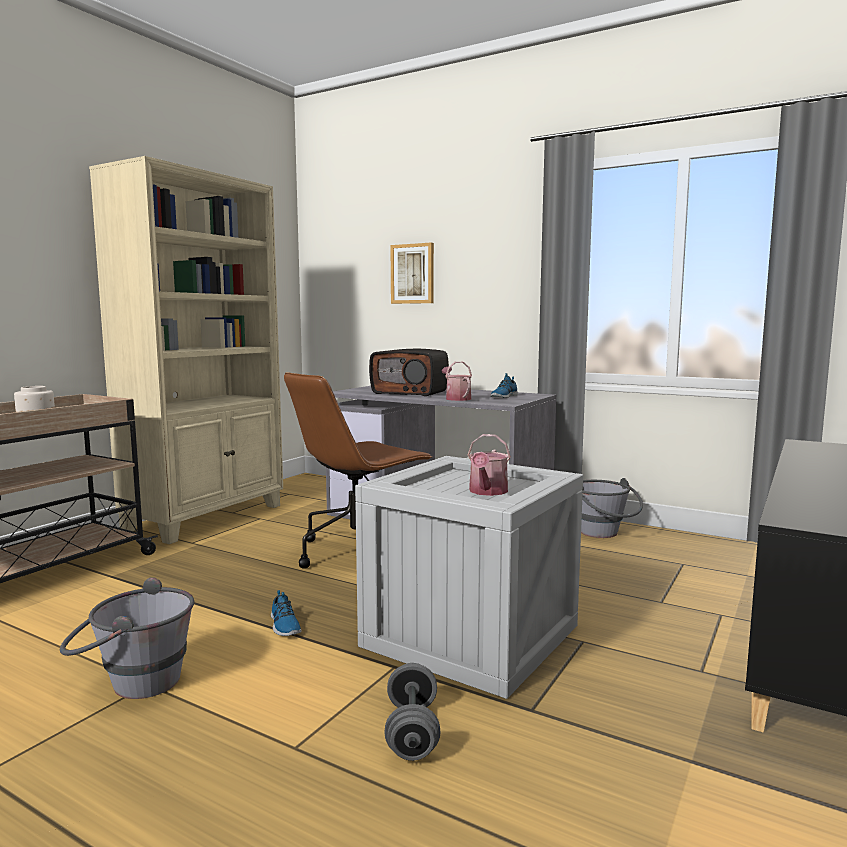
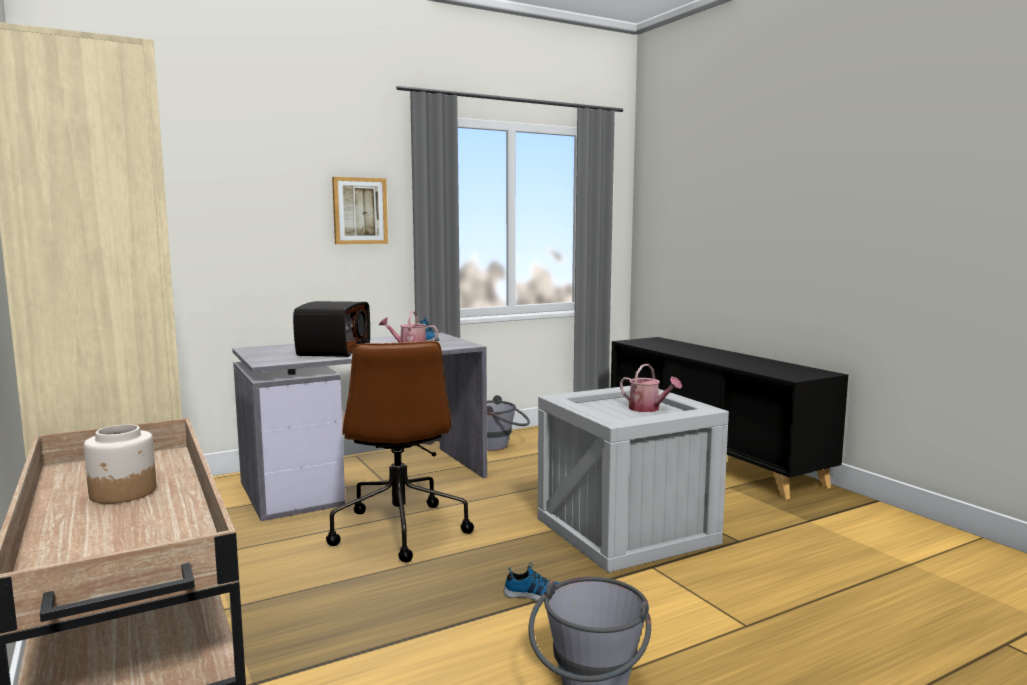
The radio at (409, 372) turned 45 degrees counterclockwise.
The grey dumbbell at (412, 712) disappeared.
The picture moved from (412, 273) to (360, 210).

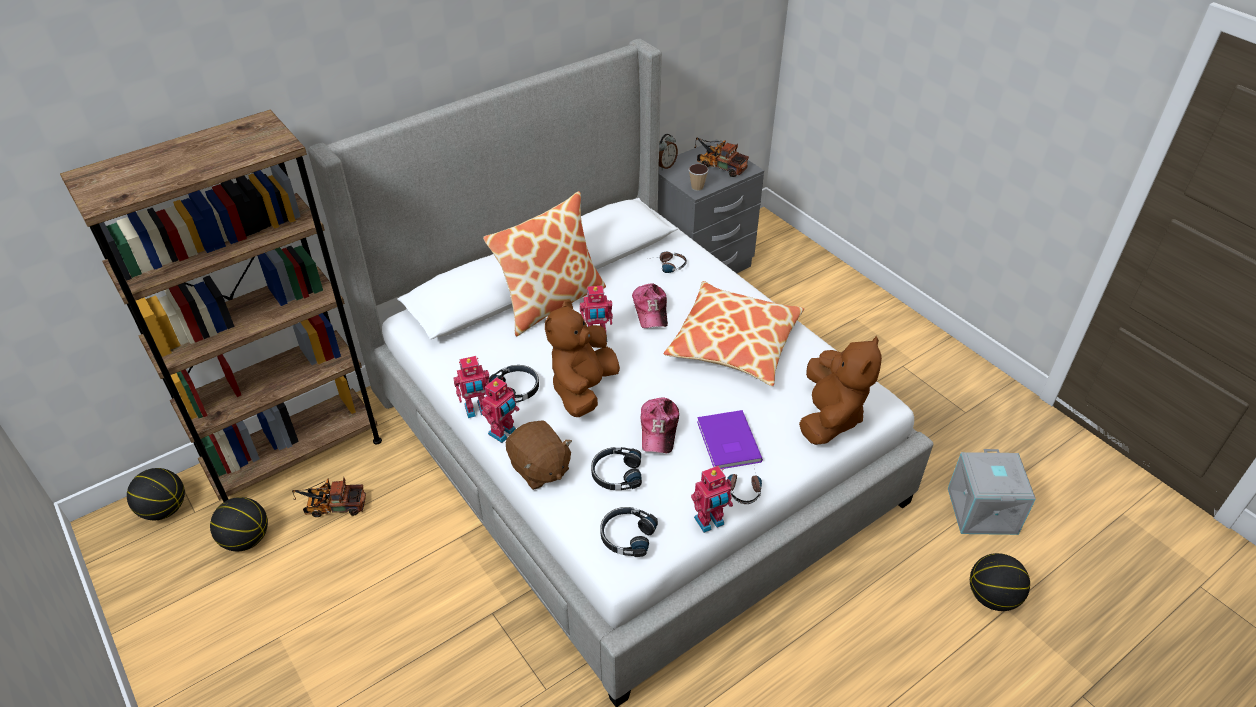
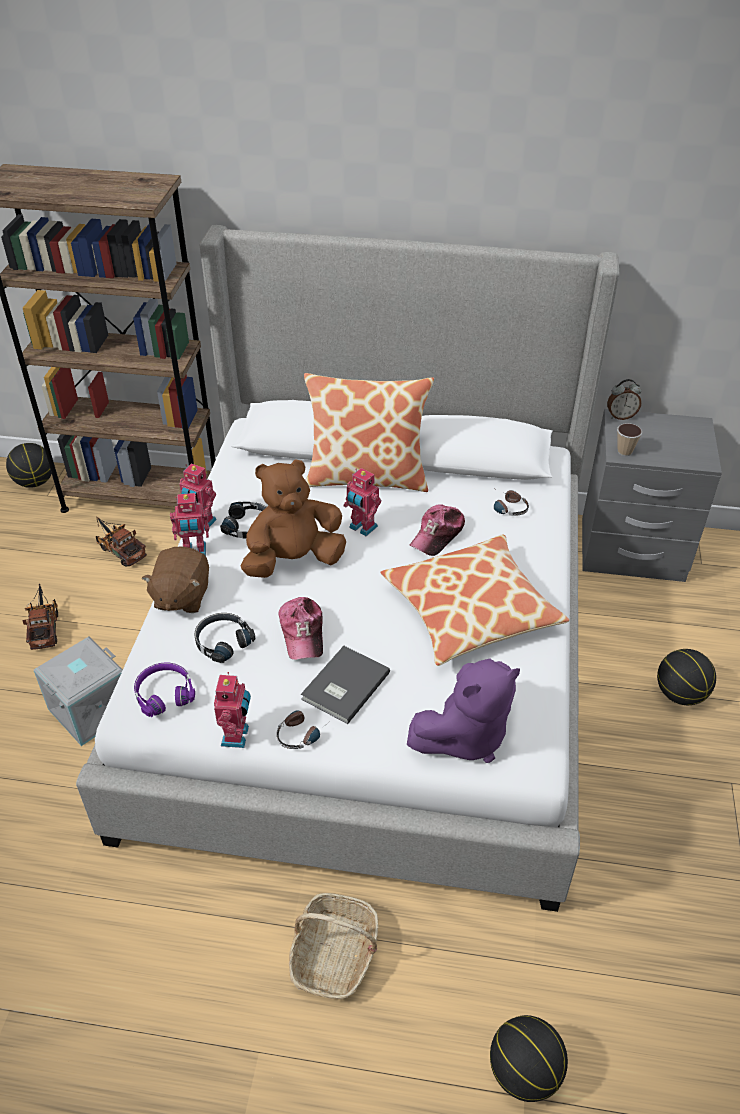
The basketball moved from (239, 524) to (686, 677).
The black headphones at (629, 532) became the purple headphones at (164, 689).
The cap at (660, 425) turned 60 degrees counterclockwise.
The toy robot at (712, 499) turned 105 degrees counterclockwise.
The toy truck moved from (721, 157) to (40, 617).
The purple book at (730, 439) became the grey book at (345, 685).
The brown plush toy at (840, 390) became the purple plush toy at (463, 711).
The grey storage box moved from (992, 492) to (78, 691).
The basket at (333, 946) appeared.

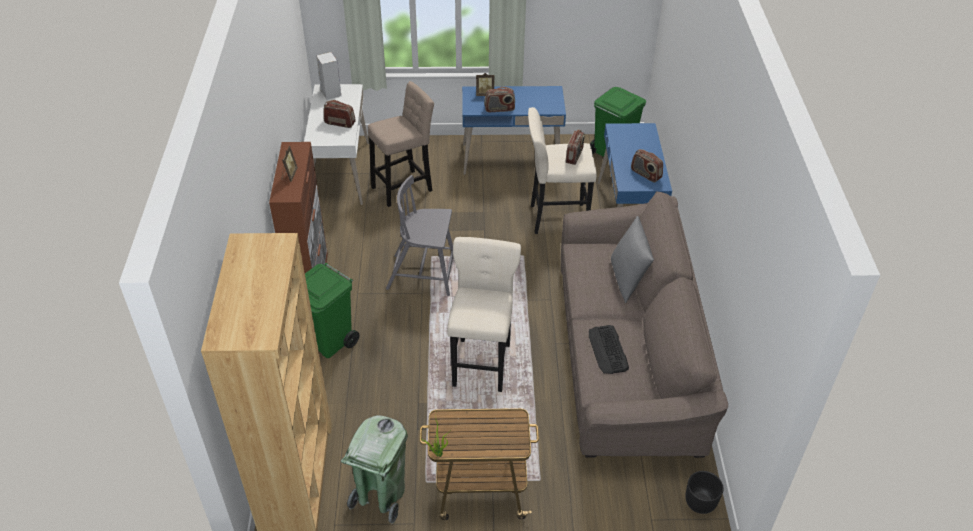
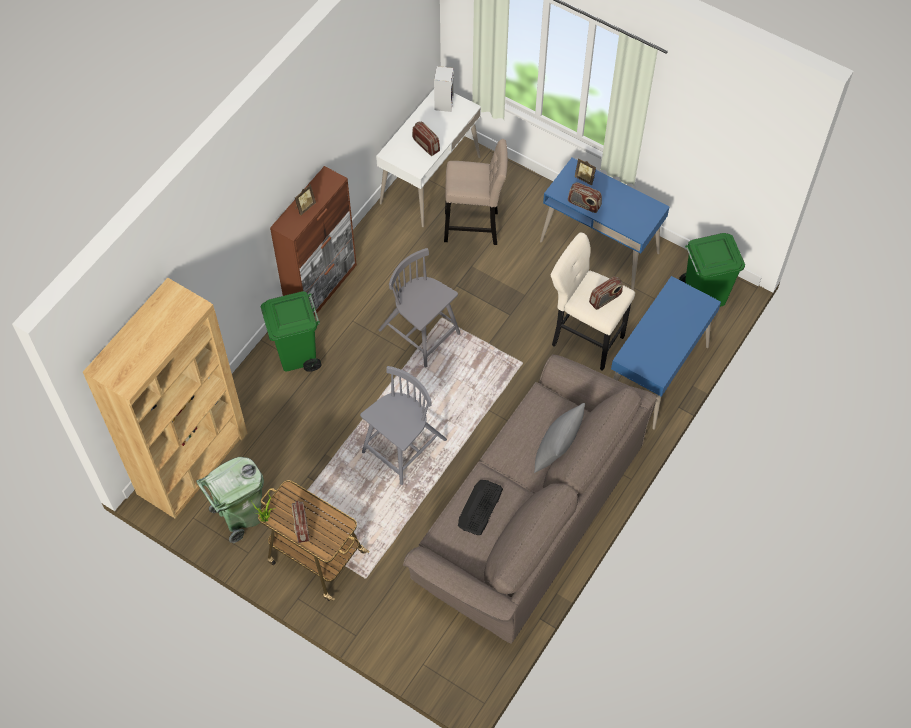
The beige stool at (484, 314) was replaced by the grey chair at (403, 425).
The radio moved from (647, 166) to (301, 522).
The black planter at (704, 492) disappeared.

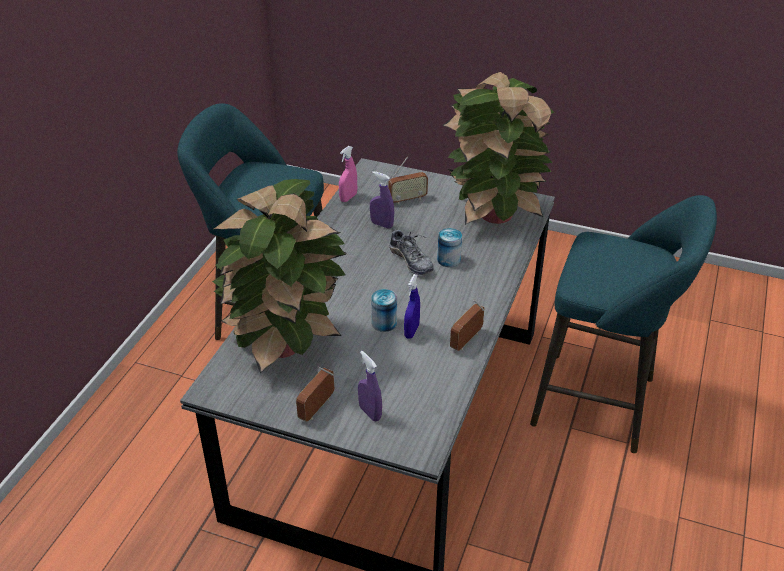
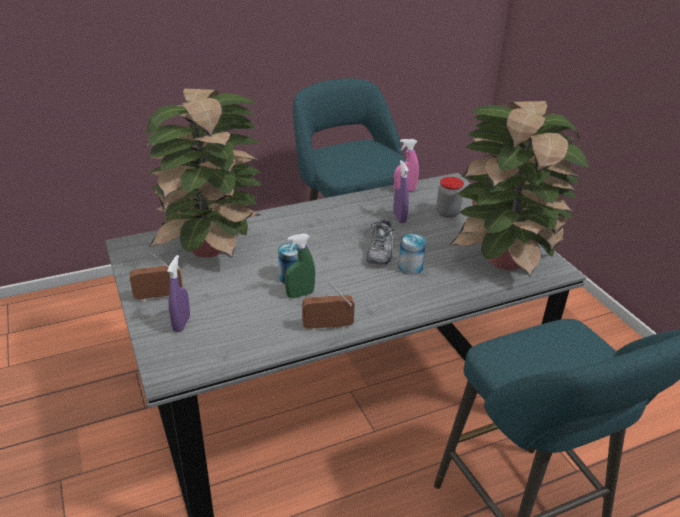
The radio at (408, 180) was replaced by the jar at (450, 197).
The blue spray bottle at (412, 306) became the green spray bottle at (300, 265).

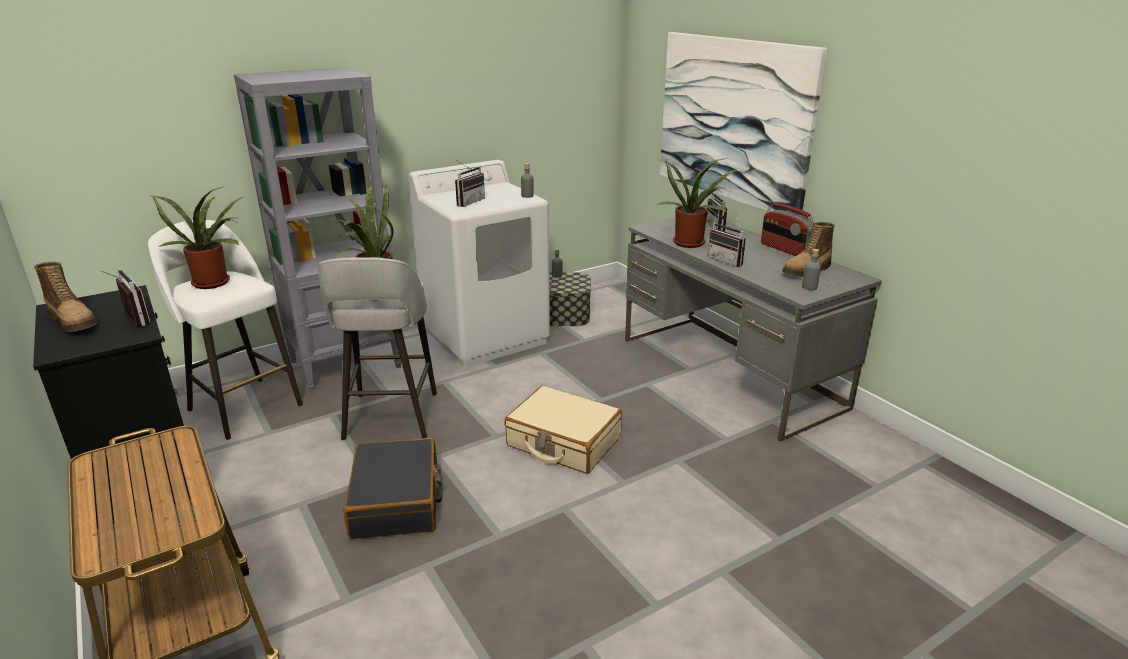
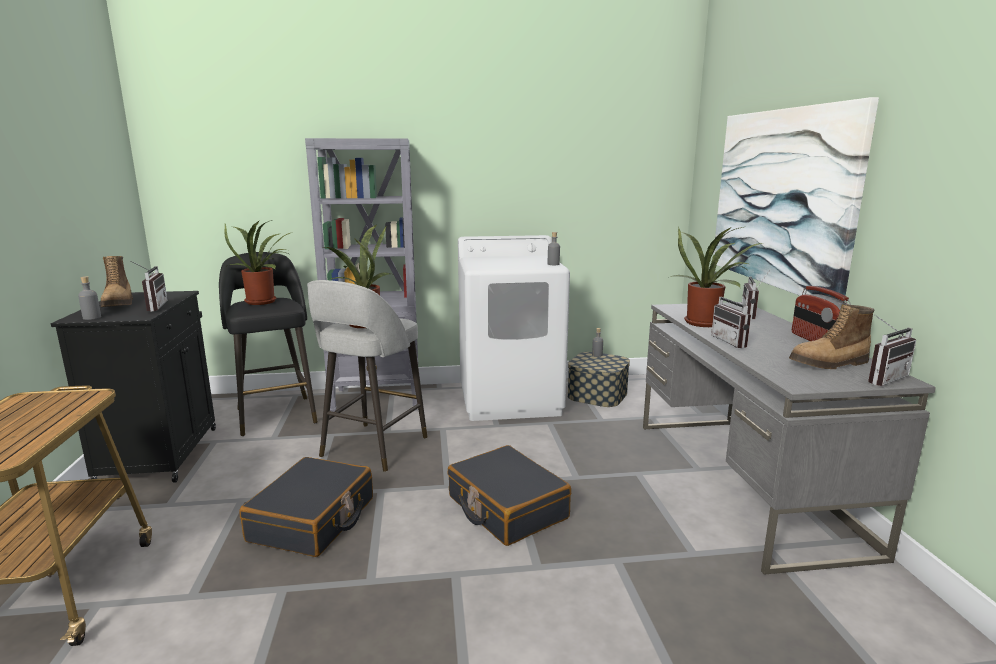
The white stool at (225, 330) became the black stool at (268, 344).
The radio moved from (470, 183) to (892, 350).
The beige suitcase at (563, 429) became the black suitcase at (509, 495).
The grey bottle moved from (811, 269) to (89, 298).

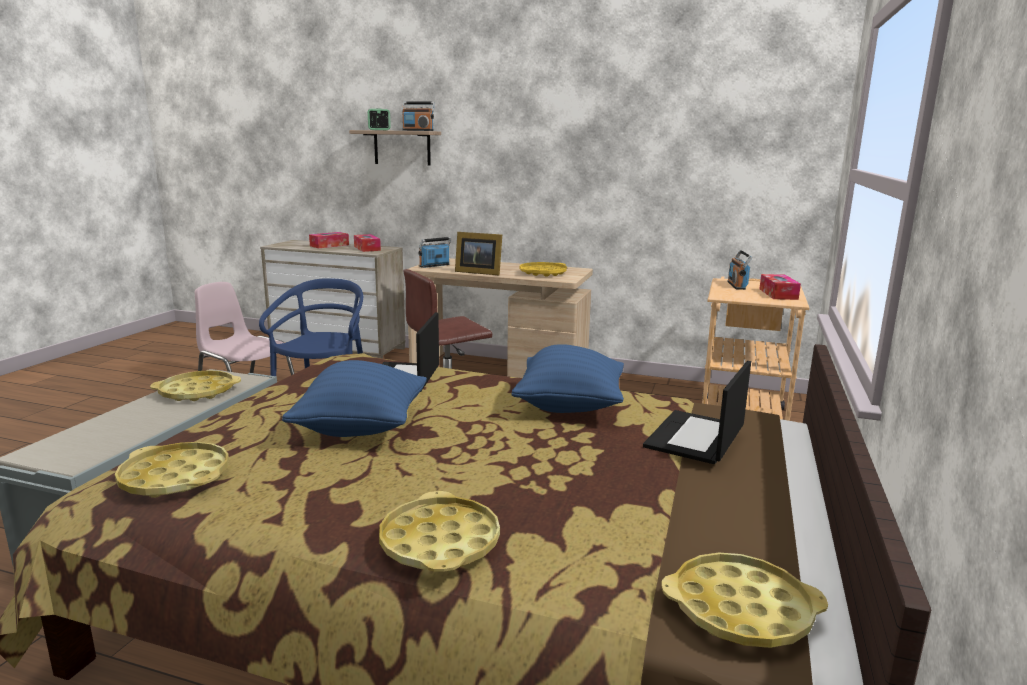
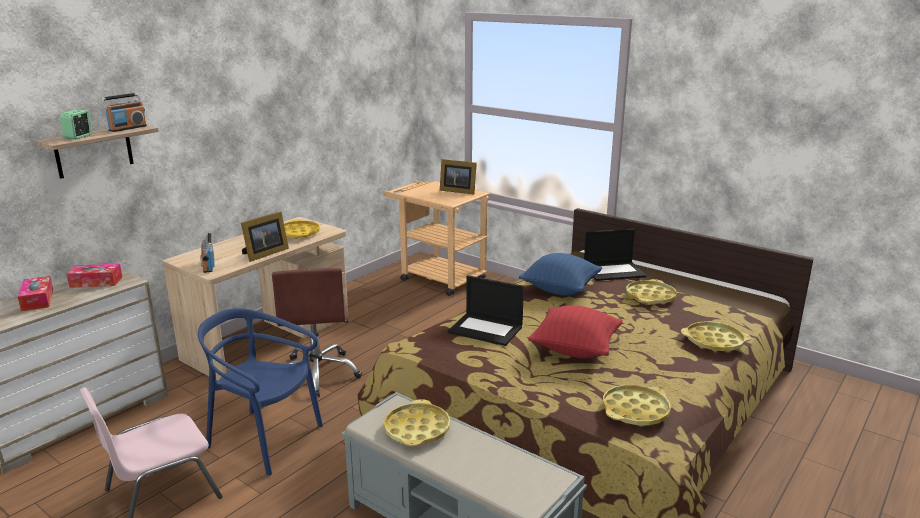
The blue pillow at (354, 398) became the red pillow at (575, 332).
The laptop at (697, 412) turned 60 degrees counterclockwise.
The yellow tray moved from (744, 600) to (651, 292).
The radio at (740, 270) disappeared.
The tissue box at (780, 287) was replaced by the picture frame at (458, 176).

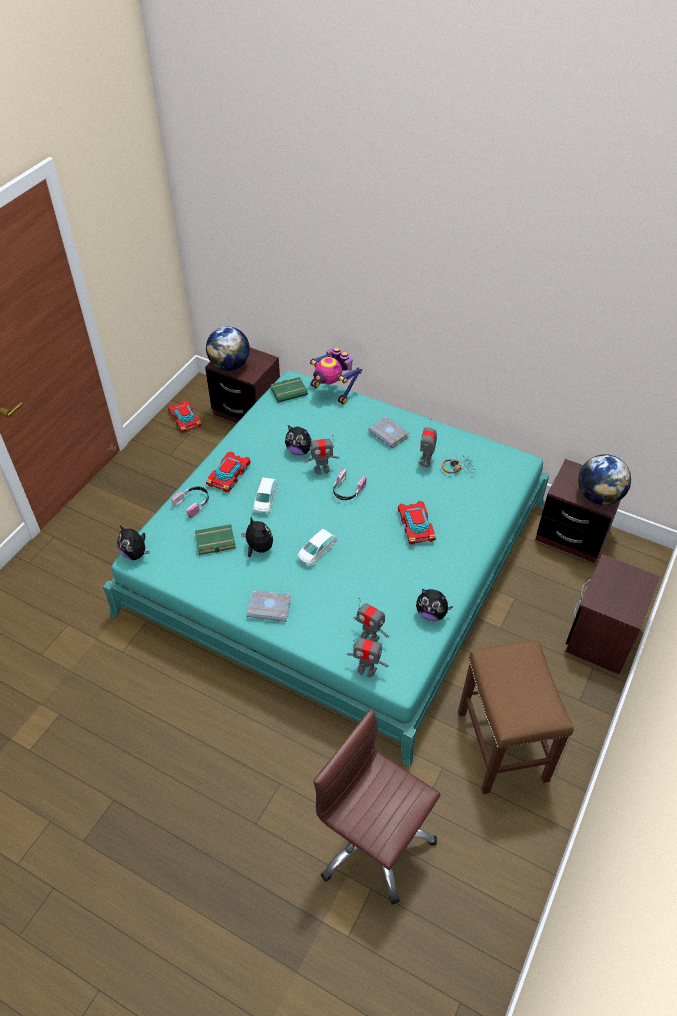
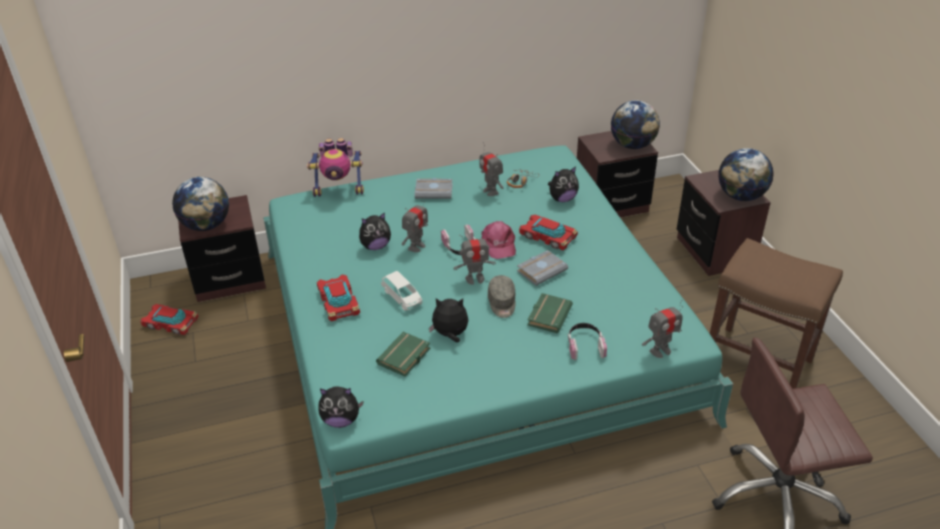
The headphones moved from (190, 502) to (587, 341).
The grey book moved from (269, 606) to (542, 268).
The green book moved from (289, 390) to (550, 313).
The white toy car at (317, 547) was replaced by the grey cap at (502, 296).
The toy robot moved from (371, 620) to (474, 258).
The plush toy moved from (434, 605) to (563, 184).
The pink cap at (498, 240) appeared.
The globe at (746, 174) appeared.

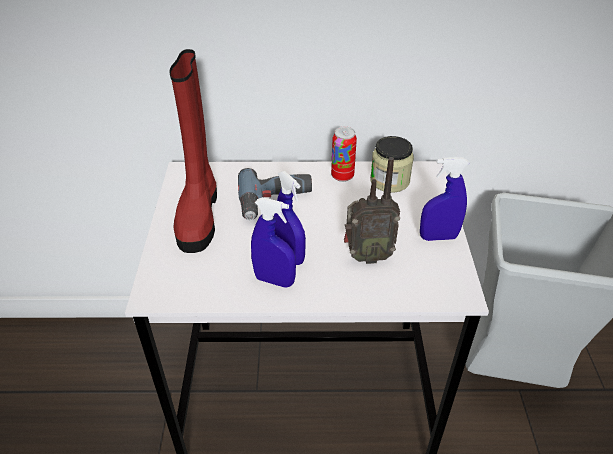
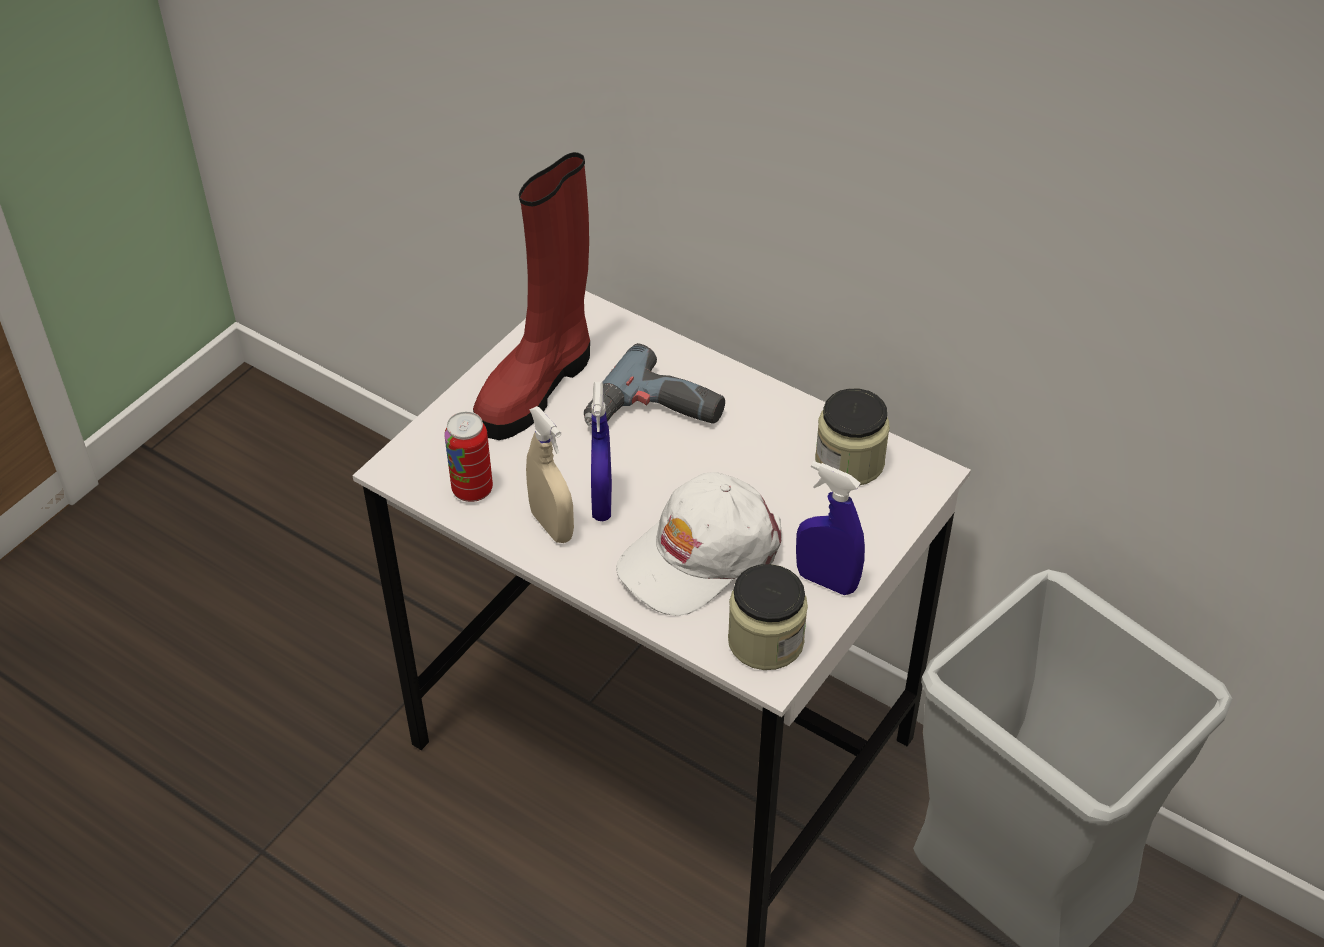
The blue spray bottle at (273, 242) became the beige spray bottle at (550, 474).
The can moved from (344, 154) to (468, 457).
The radio at (372, 210) was replaced by the white cap at (699, 544).
The jar at (768, 617) appeared.

